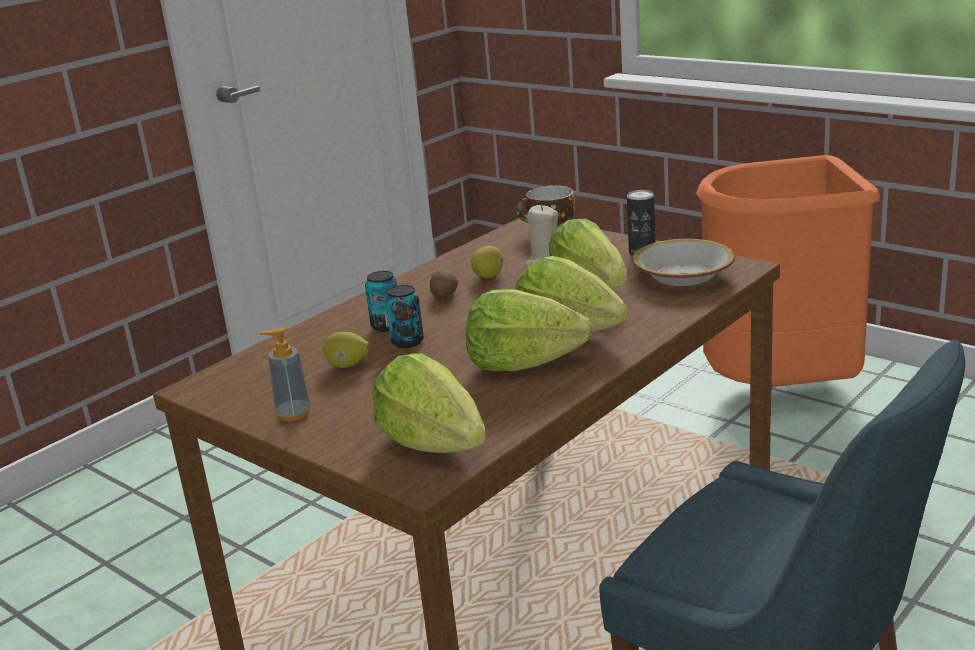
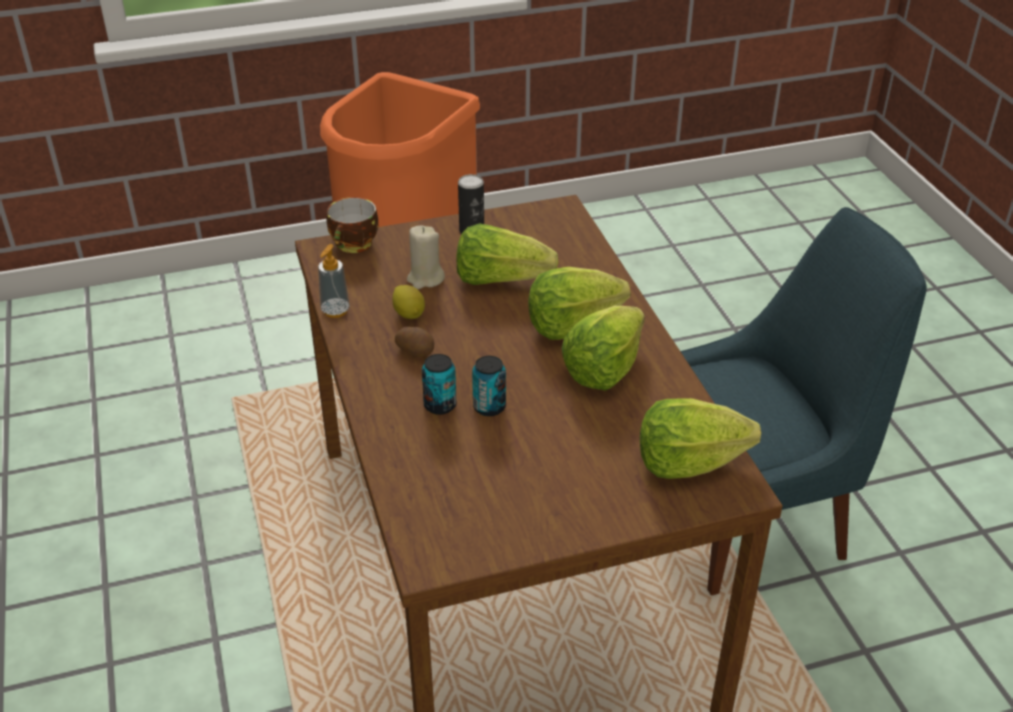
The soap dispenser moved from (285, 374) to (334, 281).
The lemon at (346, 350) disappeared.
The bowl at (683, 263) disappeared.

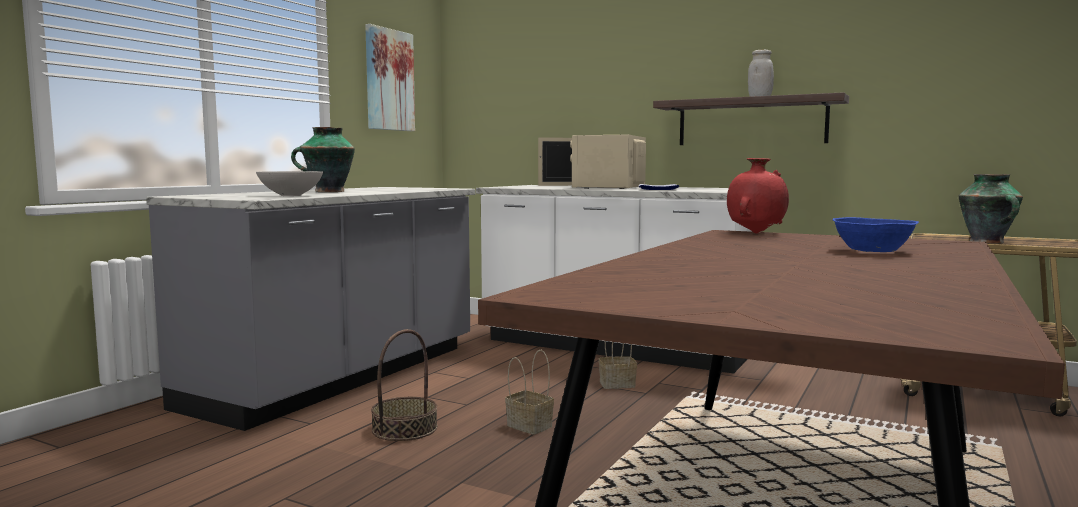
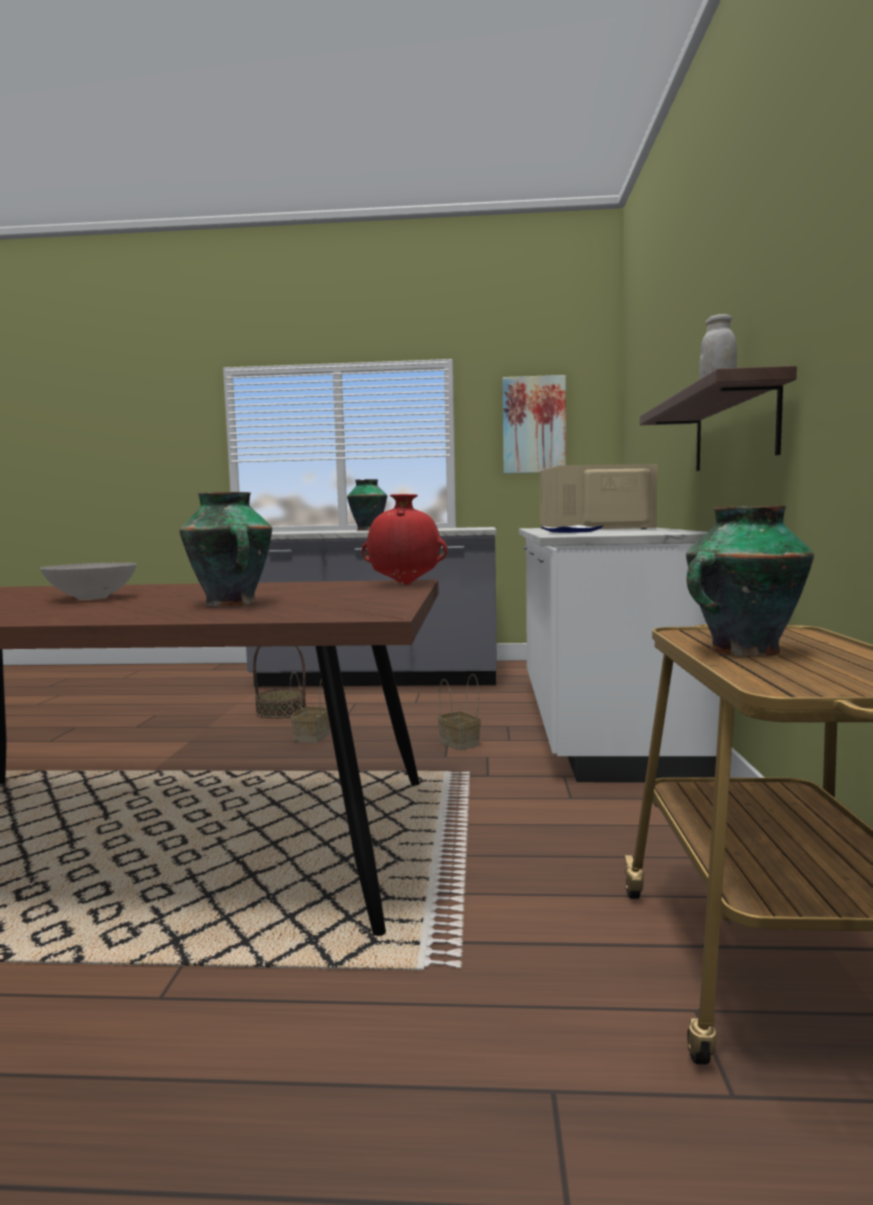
The white bowl moved from (289, 183) to (88, 581).
The blue bowl at (875, 234) was replaced by the vase at (225, 549).

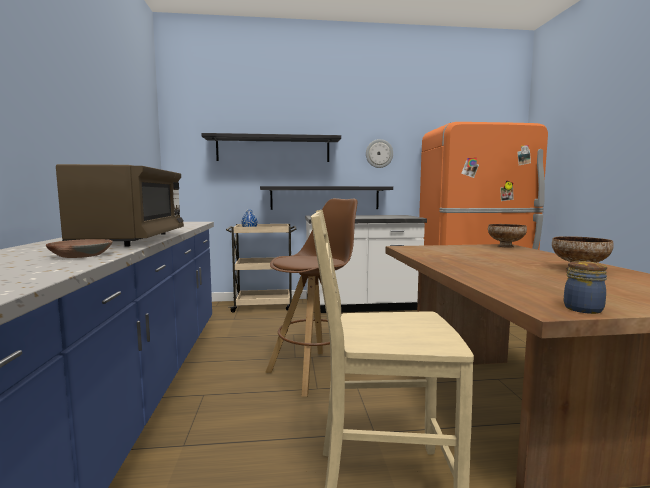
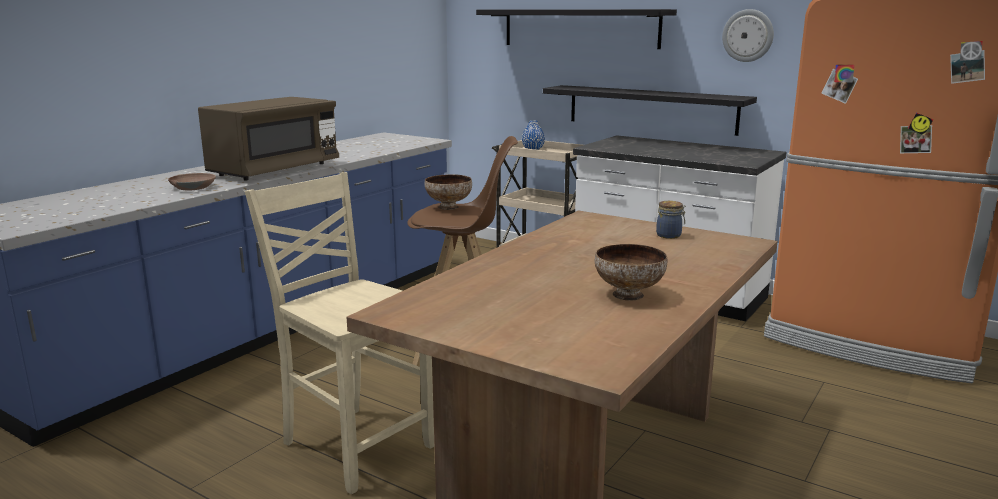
The bowl moved from (507, 236) to (448, 192).
The jar moved from (585, 287) to (671, 220).

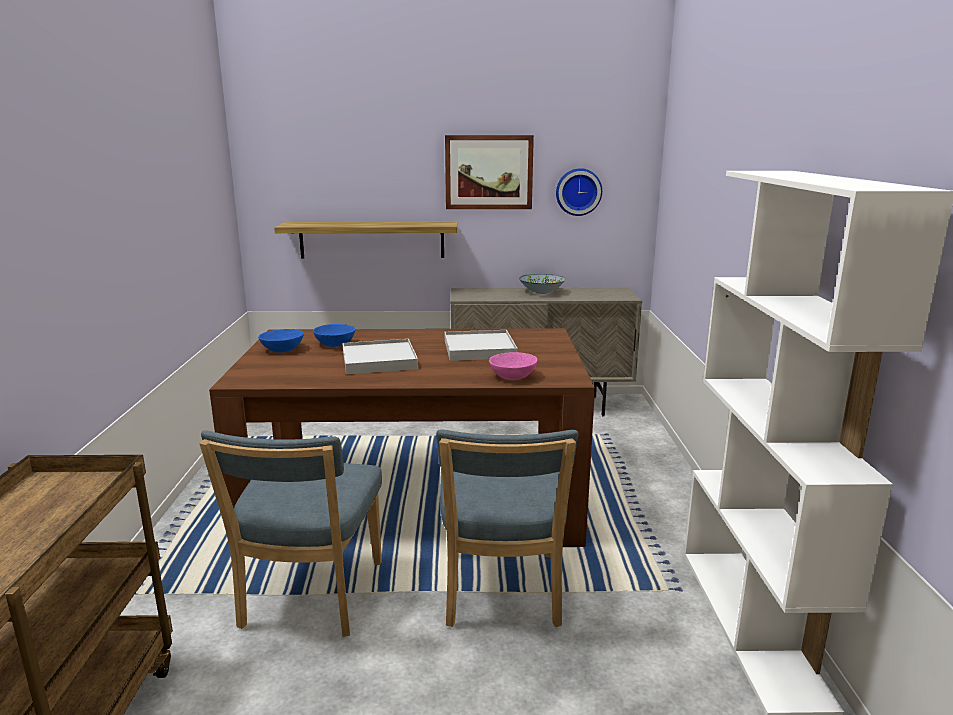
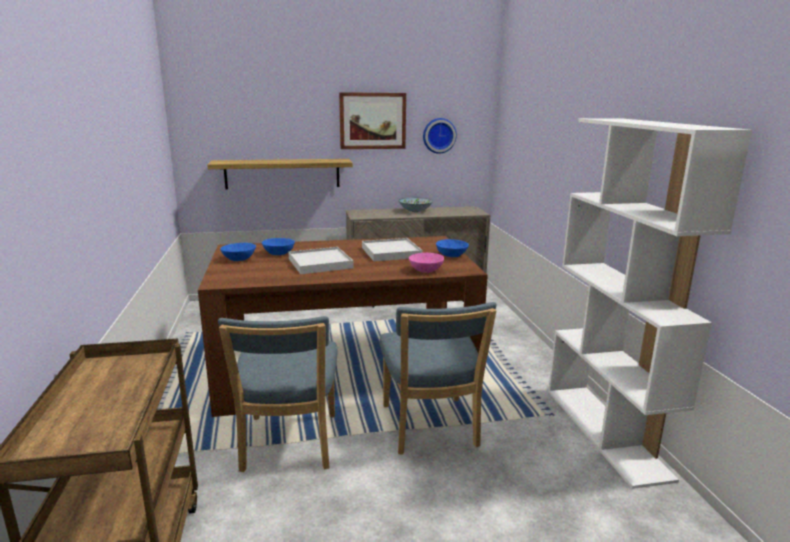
The blue bowl at (452, 248) appeared.

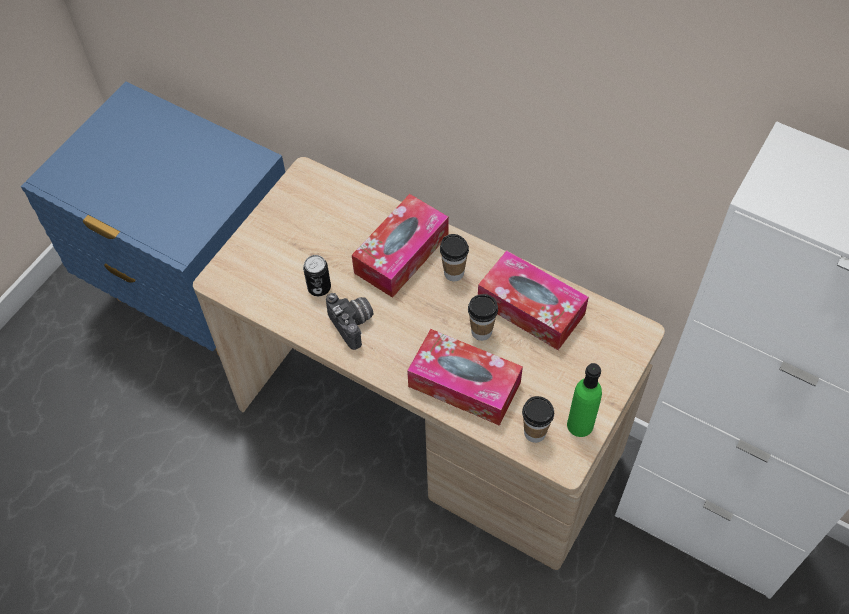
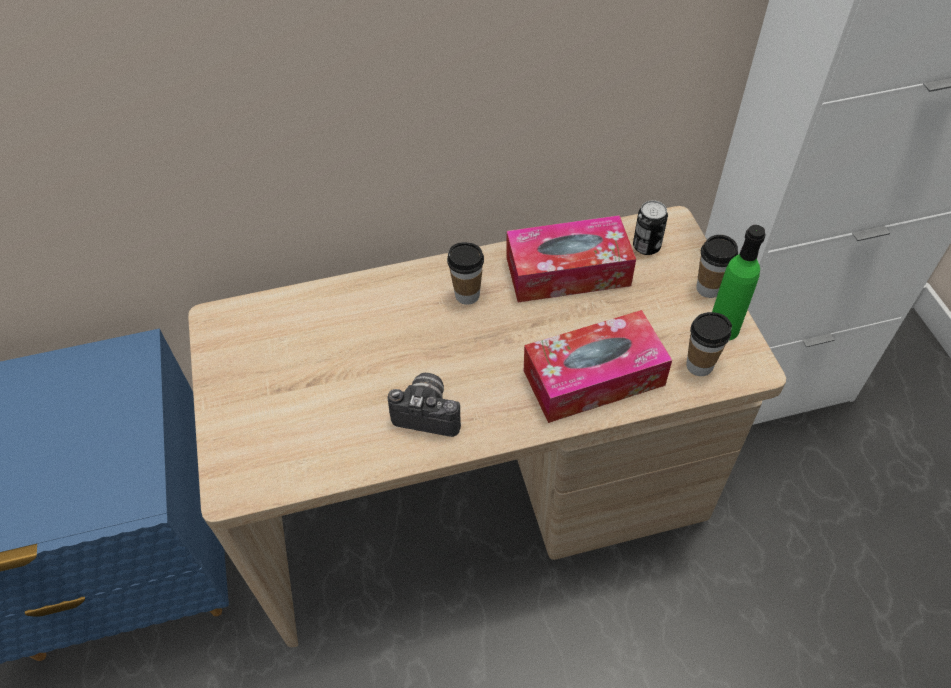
The can moved from (317, 275) to (650, 227).
The tissue box at (400, 246) disappeared.
The cup moved from (483, 317) to (717, 266).

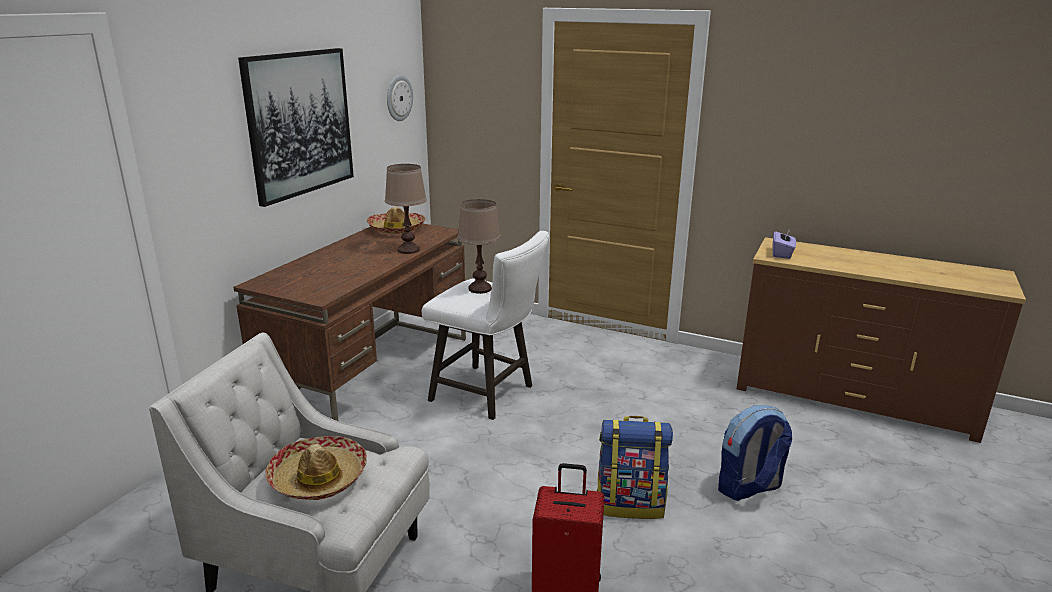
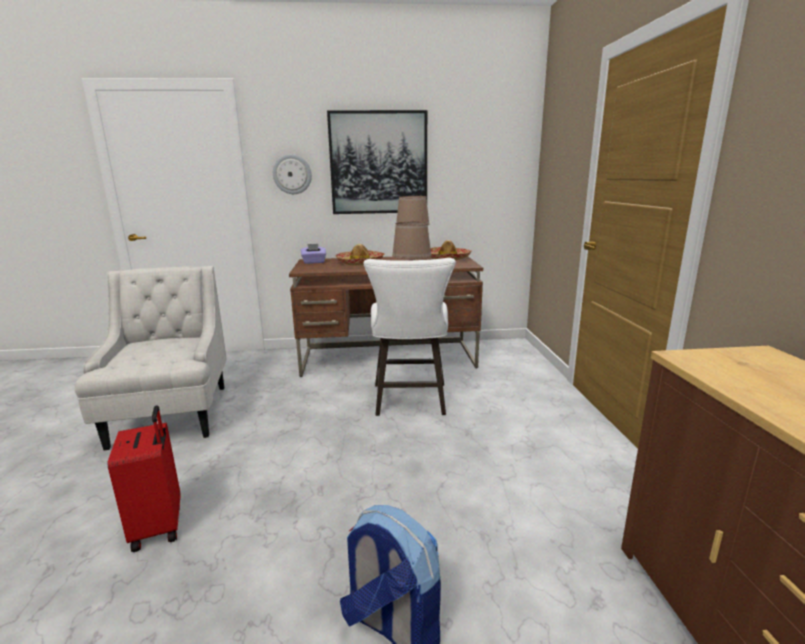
The hat moved from (316, 468) to (360, 254).
The wall clock moved from (400, 98) to (292, 174).
The backpack at (635, 467) disappeared.
The purple tissue box moved from (784, 244) to (313, 254).

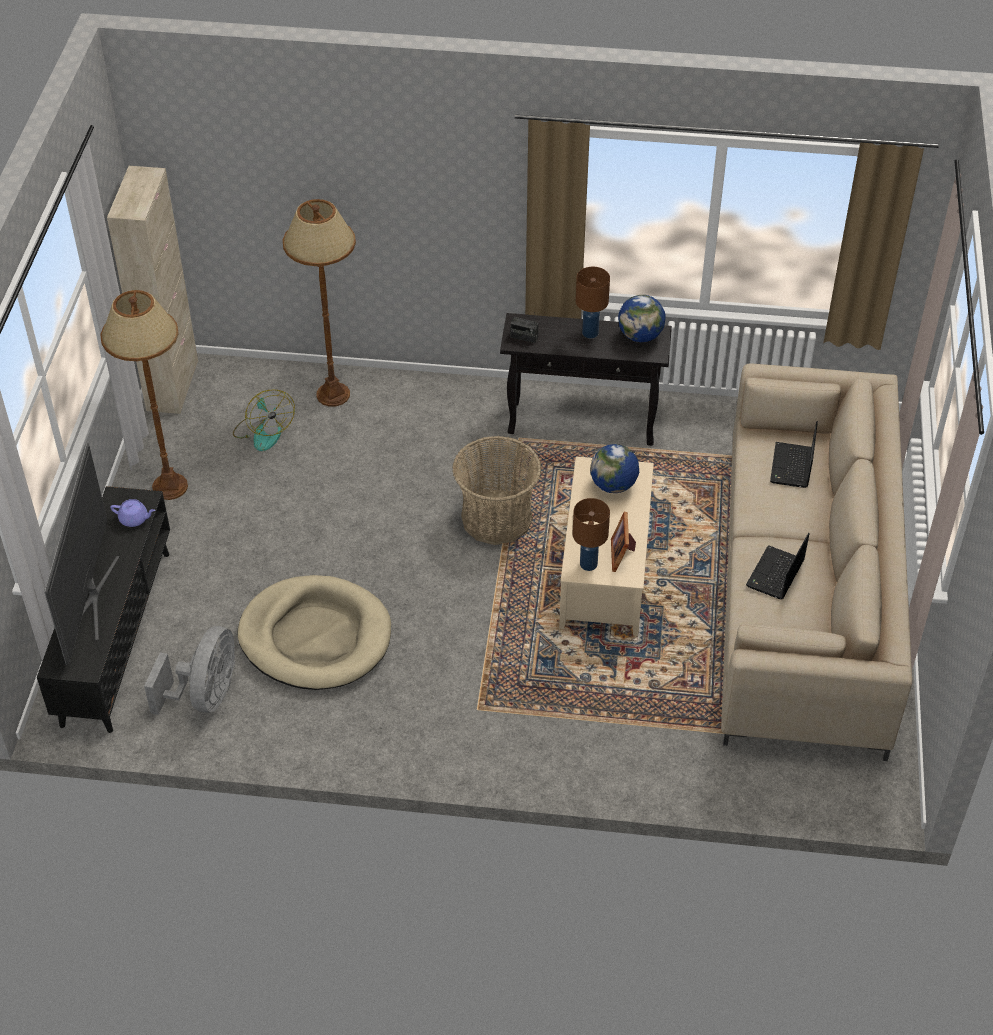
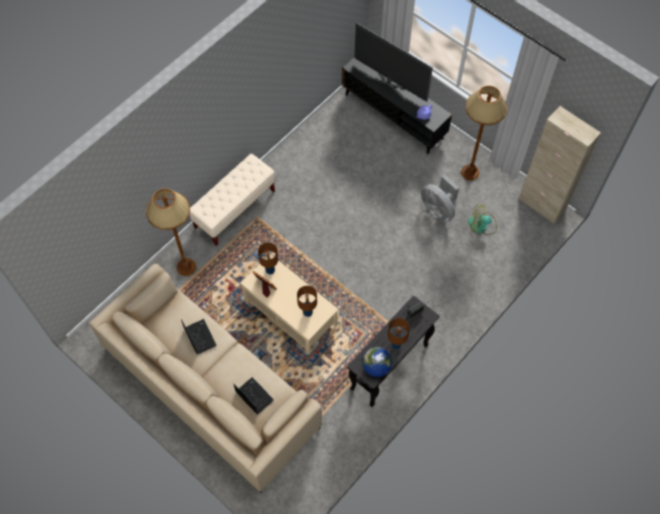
The grey fan moved from (189, 670) to (440, 198).
The beige dog bed at (314, 632) disappeared.
The brown floor lamp moved from (319, 303) to (171, 232).
The basket at (497, 490) disappeared.
The globe at (614, 468) was replaced by the brown table lamp at (307, 301).
The beige bench at (232, 200) appeared.

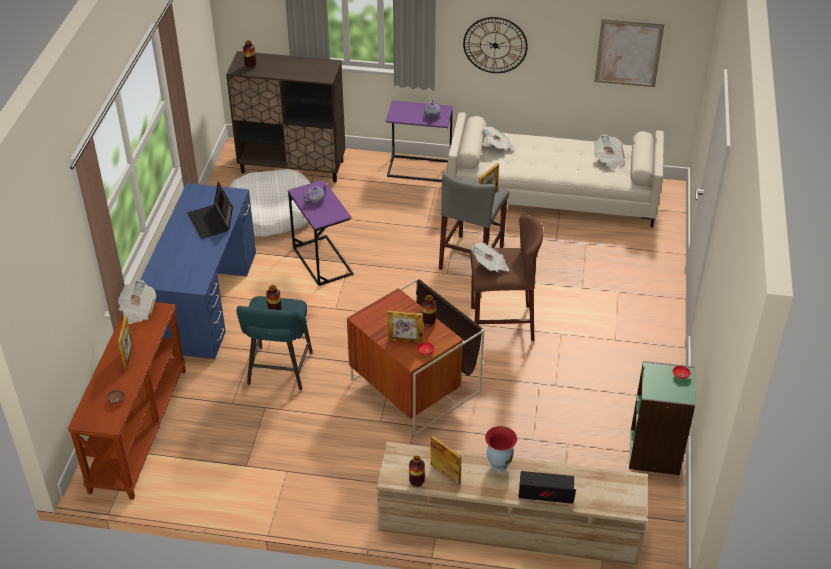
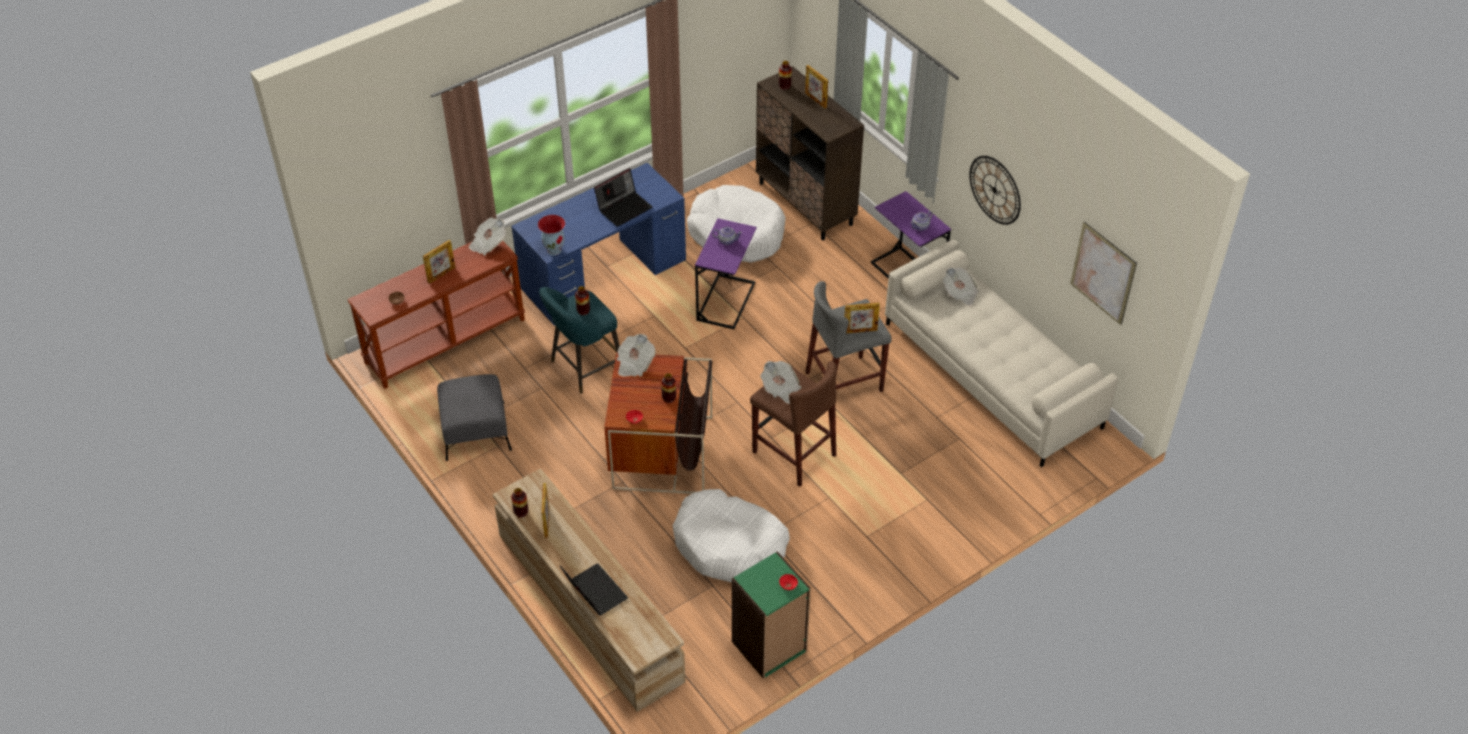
The laptop at (210, 210) turned 150 degrees counterclockwise.
The picture frame moved from (405, 326) to (816, 86).
The vase moved from (501, 449) to (551, 235).
The newspaper moved from (609, 152) to (636, 355).
The grey ottoman at (474, 417) appeared.
The white dog bed at (731, 535) appeared.

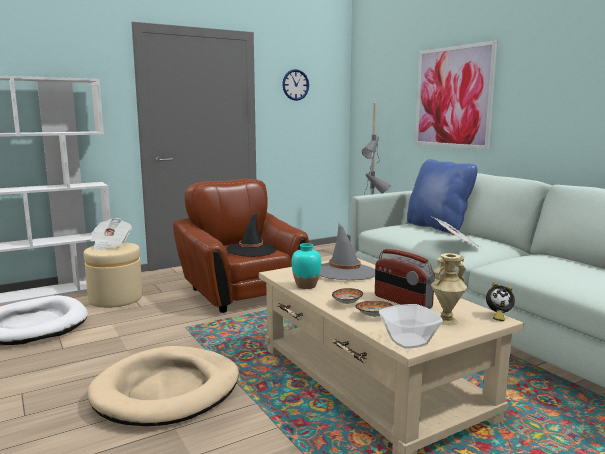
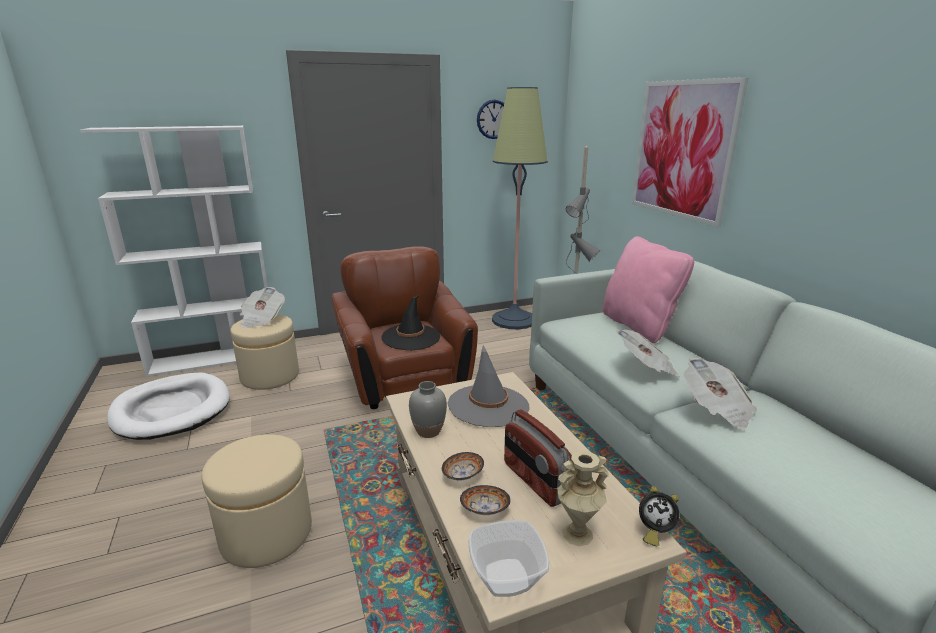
The beige dog bed at (163, 386) was replaced by the beige ottoman at (257, 501).
The turquoise vase at (306, 266) became the grey vase at (428, 409).
The blue pillow at (442, 196) became the pink pillow at (648, 289).
The floor lamp at (520, 208) appeared.
The newspaper at (720, 394) appeared.

